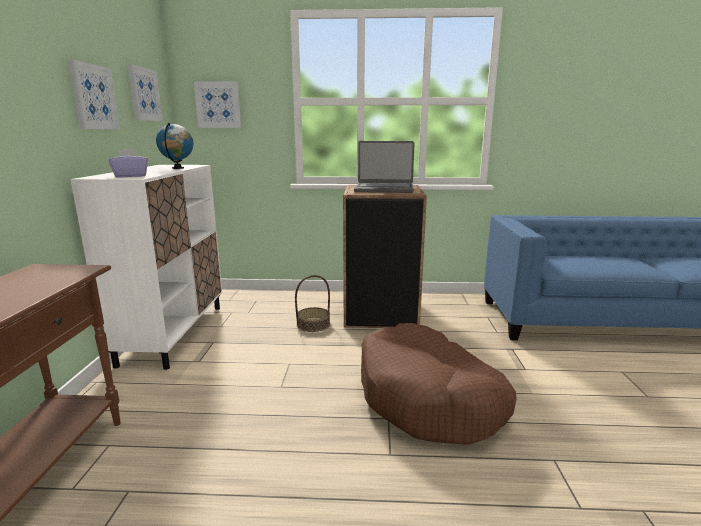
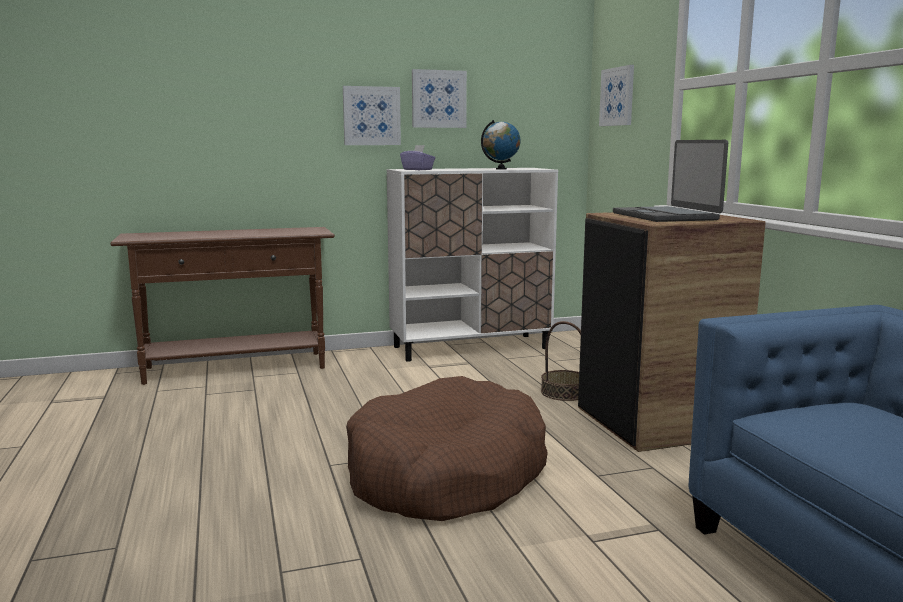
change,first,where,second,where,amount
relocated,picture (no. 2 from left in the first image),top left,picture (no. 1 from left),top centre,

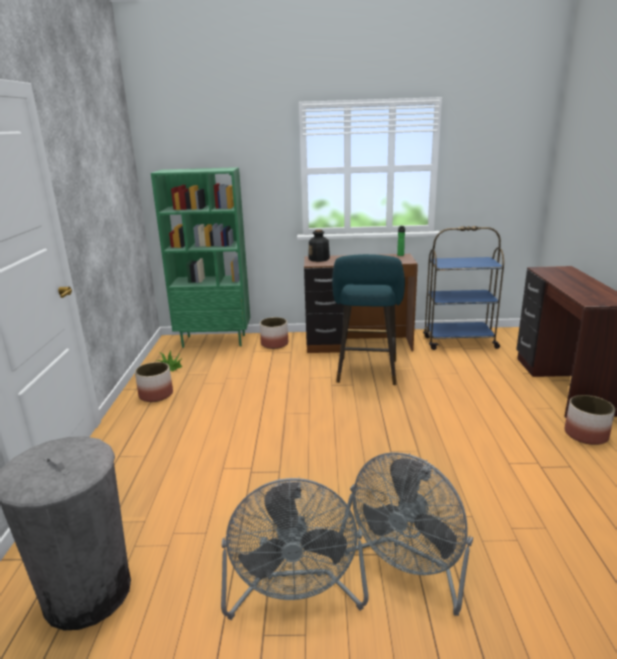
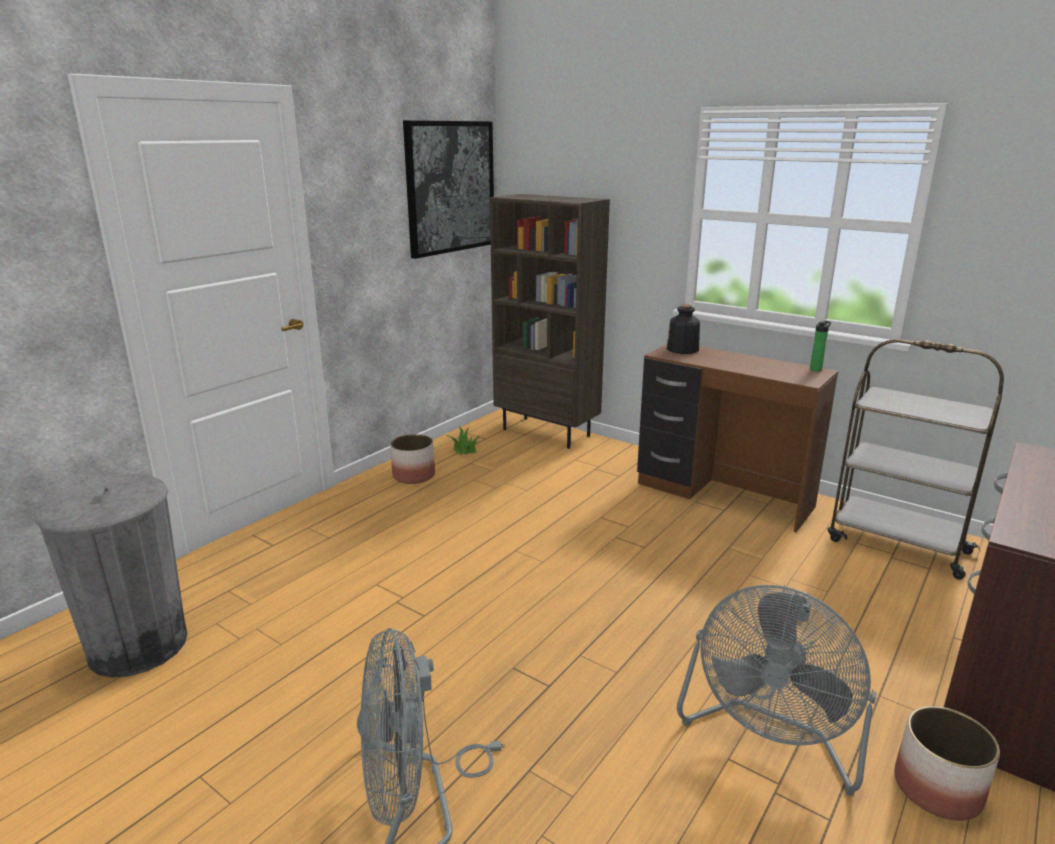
change,first,where,second,where,amount
colour,green_bookcase,middle left,brown_bookcase,centre,
colour,blue_cart,middle right,grey_cart,middle right,
missing,turquoise_stool,centre,,,
missing,planter (no. 2 from left),centre,,,
relocated,grey_fan (no. 1 from left in the first image),bottom centre,grey_fan (no. 2 from left),bottom right,
appeared,,,picture,top centre,

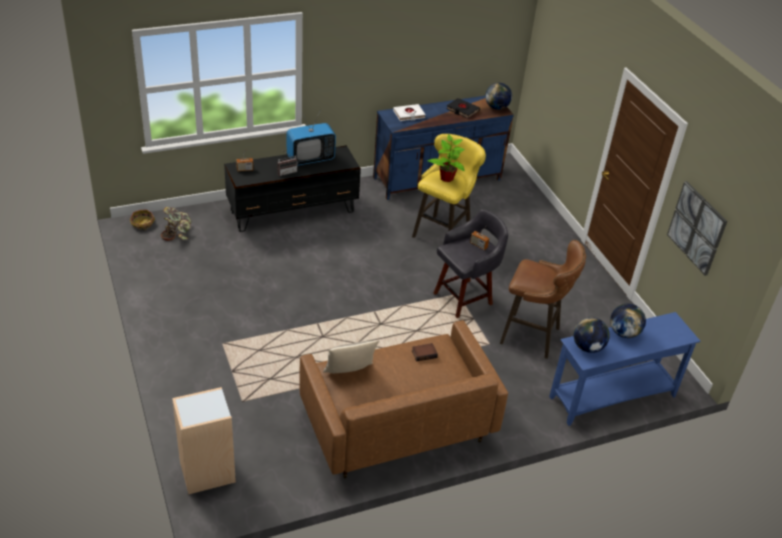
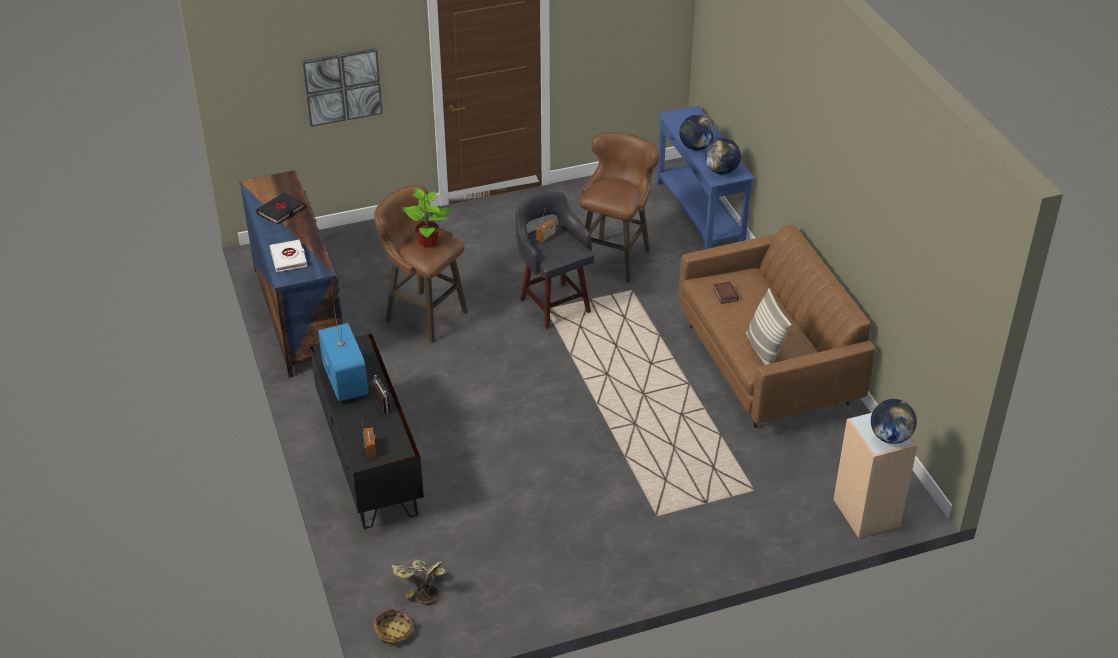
change,first,where,second,where,amount
relocated,globe (no. 1 from left in the first image),top centre,globe (no. 3 from left),middle right,
colour,yellow_stool,centre,brown_stool (no. 1 from left),centre,
relocated,picture,middle right,,top left,

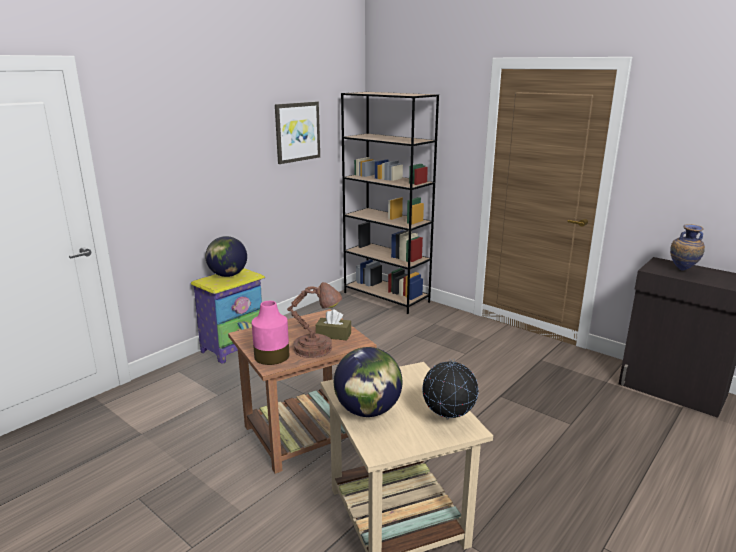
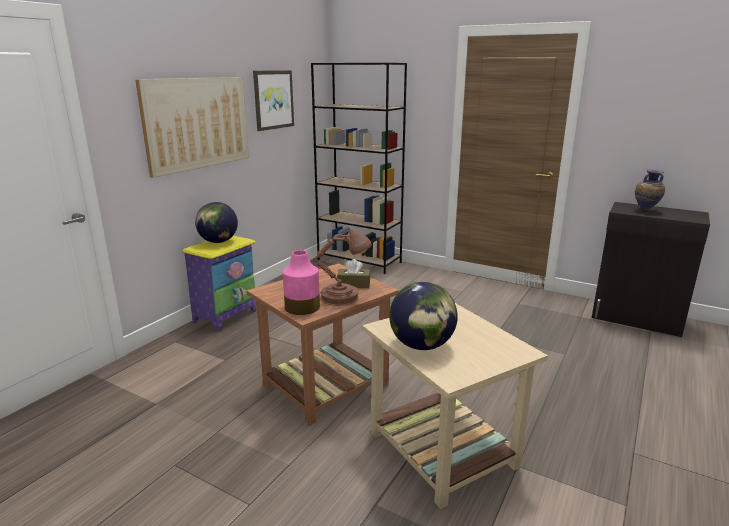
change,first,where,second,where,amount
missing,globe (no. 3 from left),bottom centre,,,
appeared,,,picture (no. 1 from left),top left,

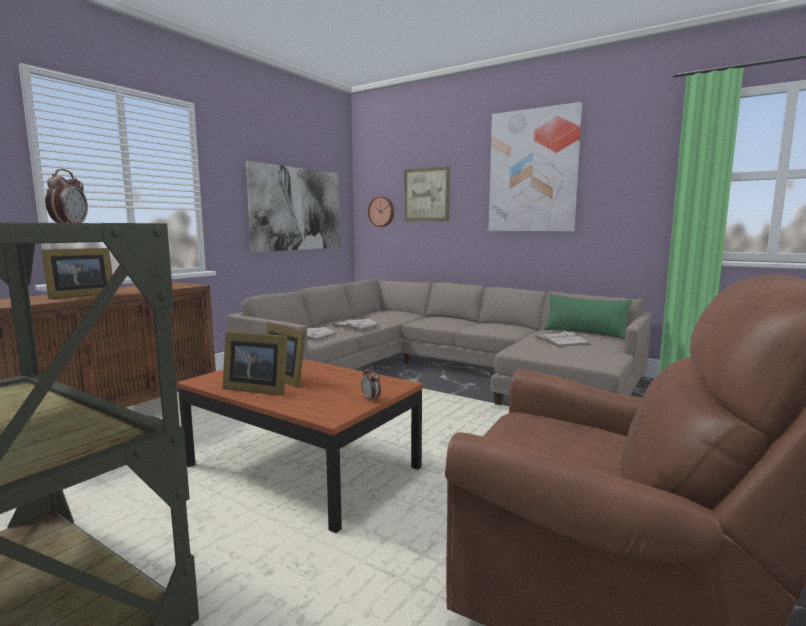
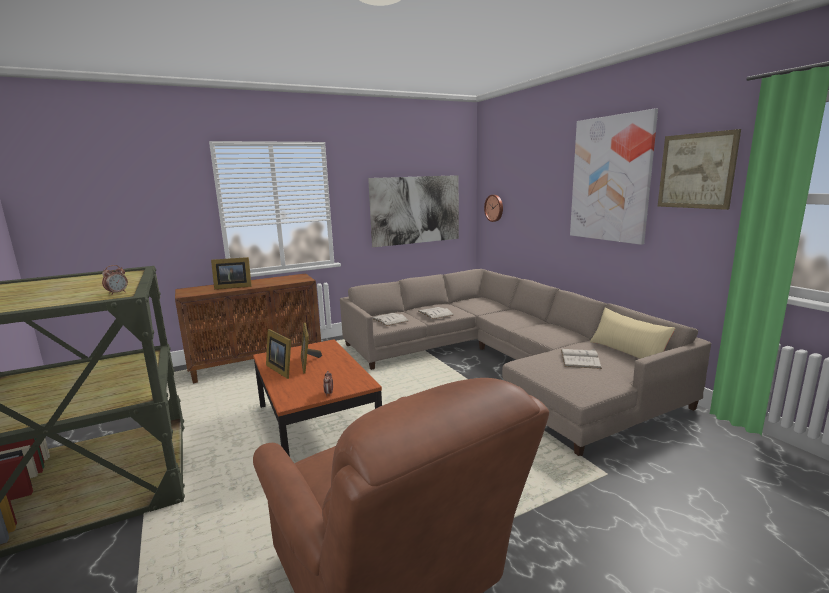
change,first,where,second,where,amount
relocated,picture (no. 2 from left in the first image),top centre,picture (no. 3 from left),top right,
colour,green_pillow,middle right,beige_pillow,middle right,

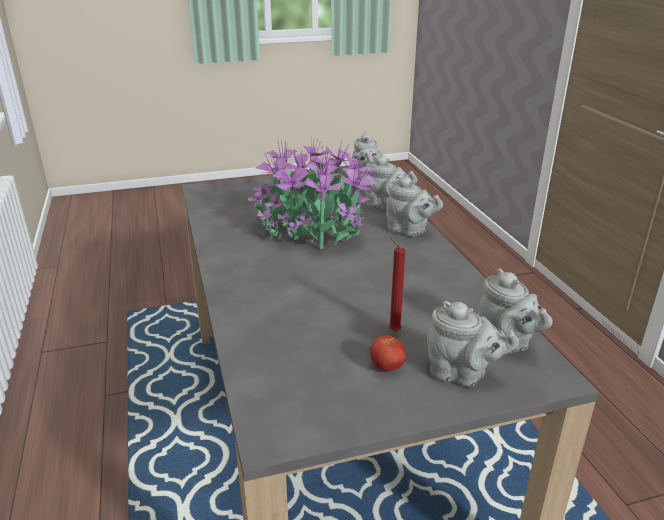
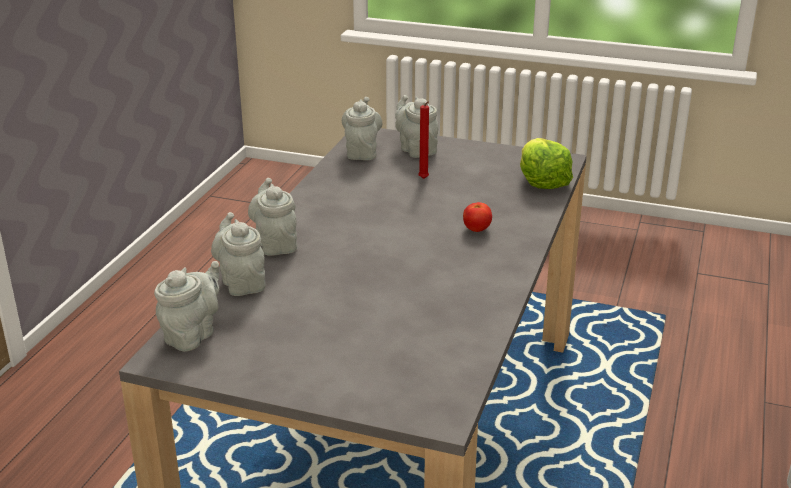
change,first,where,second,where,amount
missing,potted_plant,centre,,,
relocated,tomato,bottom centre,,centre,
appeared,,,lettuce,middle right,

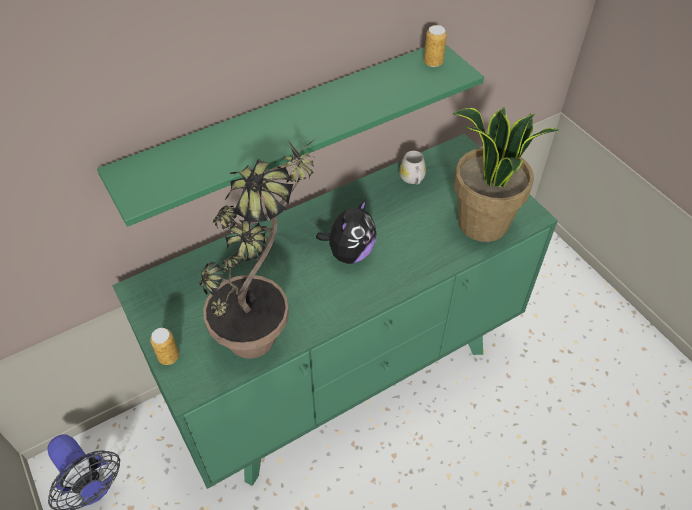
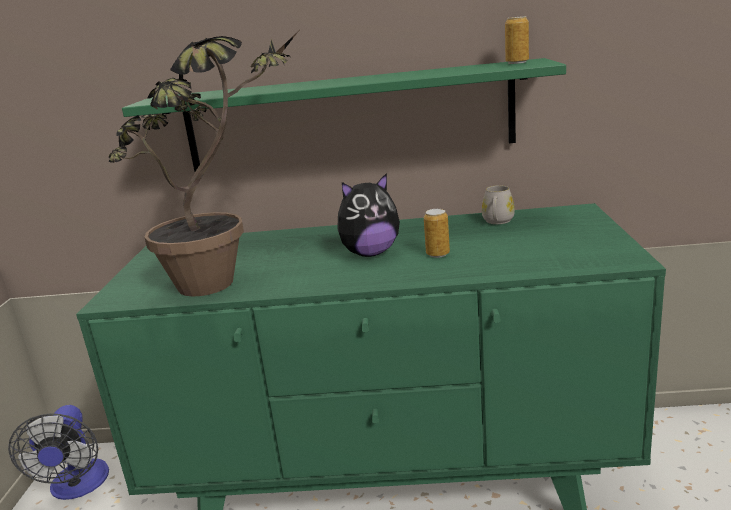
change,first,where,second,where,amount
missing,potted_plant (no. 2 from left),middle right,,,
relocated,can (no. 1 from left),bottom left,,centre,

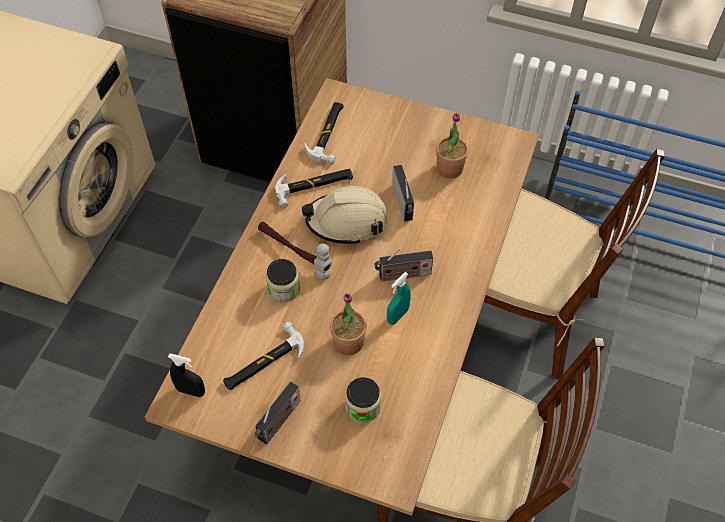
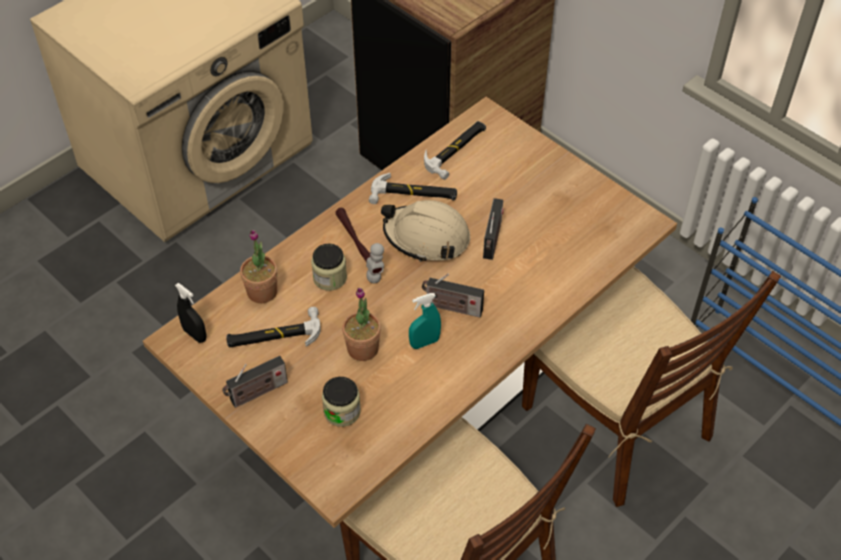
change,first,where,second,where,amount
relocated,potted_plant (no. 2 from left in the first image),top centre,potted_plant (no. 1 from left),middle left,

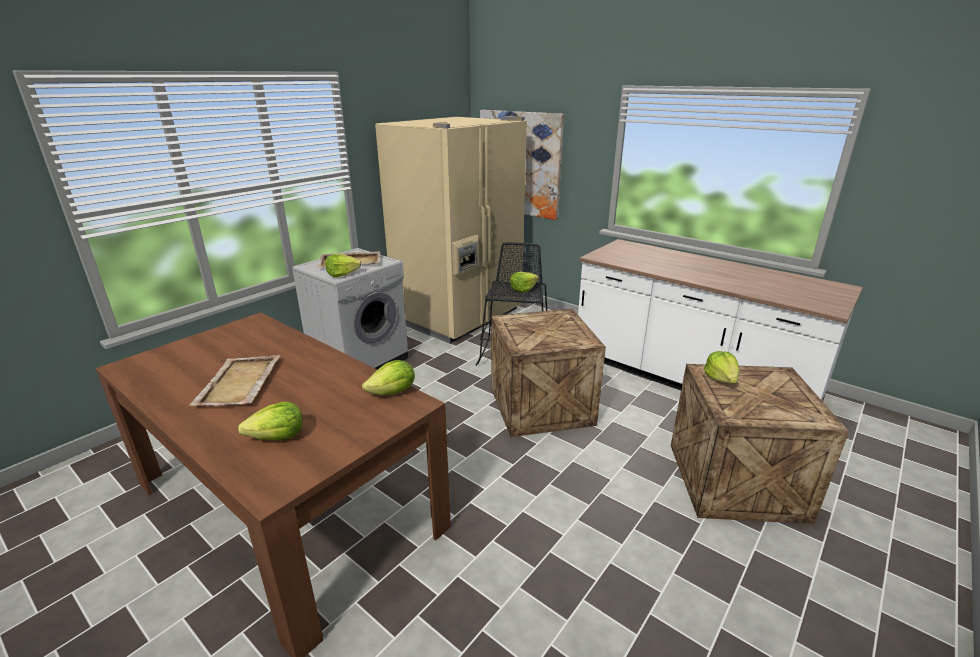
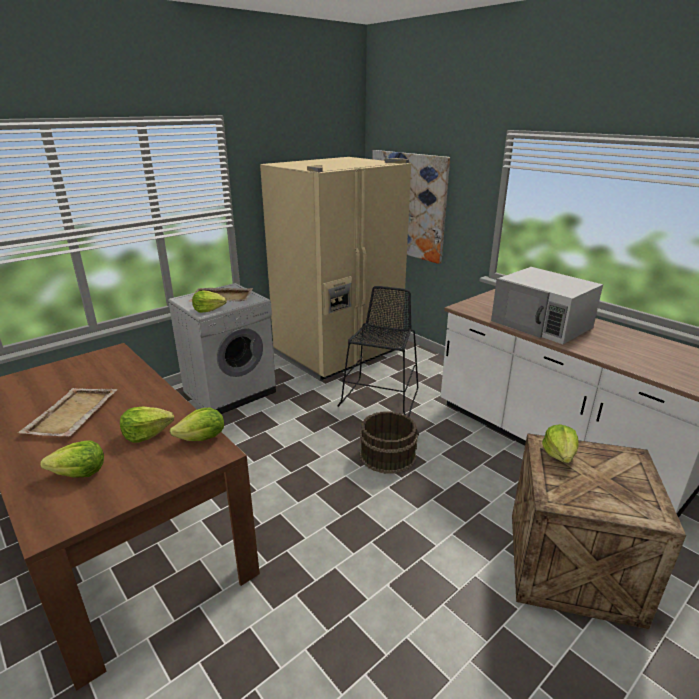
change,first,where,second,where,amount
relocated,lettuce (no. 4 from left in the first image),centre,lettuce (no. 2 from left),middle left,
exchanged,crate (no. 1 from left),centre,brown_bucket,centre,
appeared,,,white_microwave,middle right,

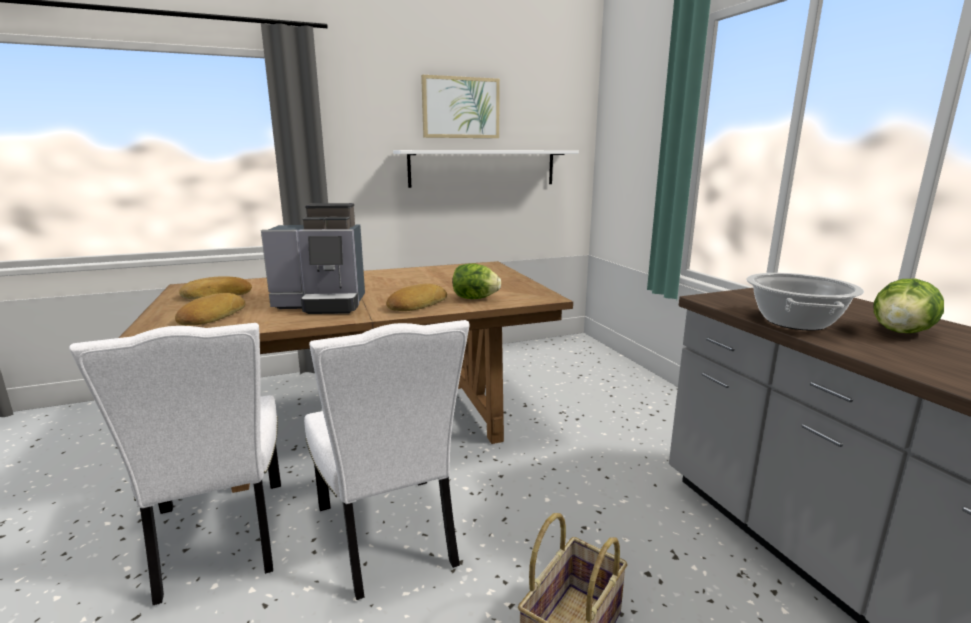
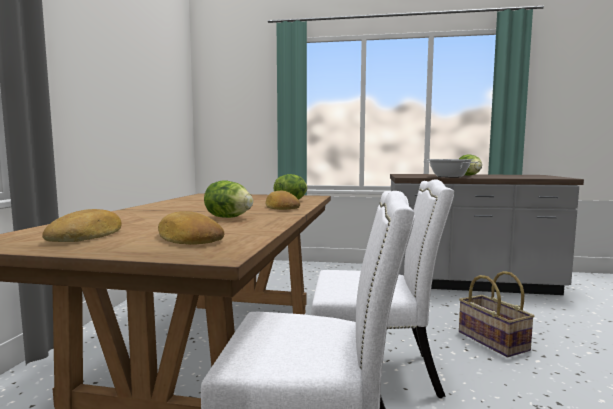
change,first,where,second,where,amount
missing,picture,top centre,,,
missing,white_shelf,top centre,,,
exchanged,coffee_machine,middle left,lettuce (no. 1 from left),centre,

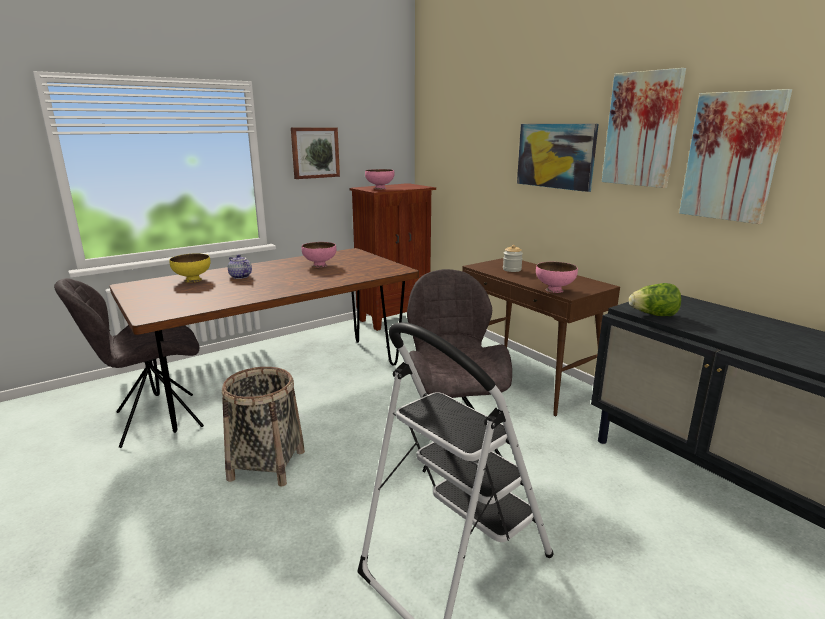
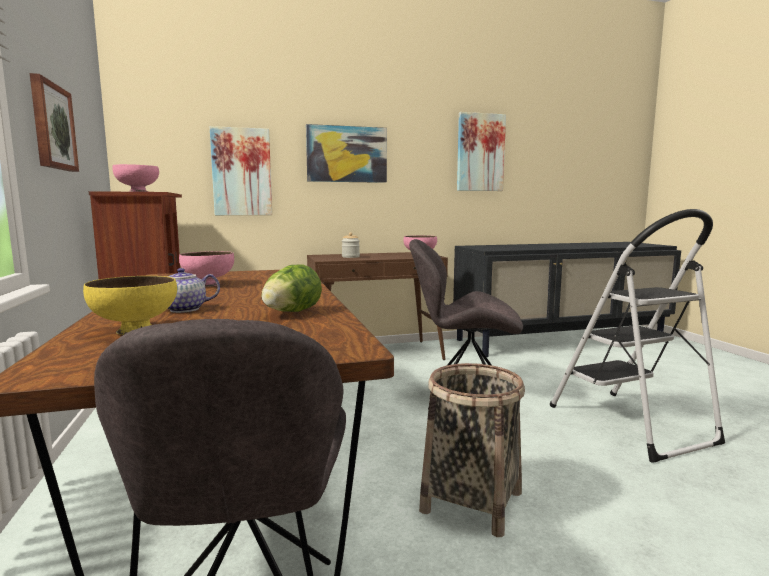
change,first,where,second,where,amount
relocated,picture (no. 3 from left in the first image),top right,picture (no. 2 from left),top left,
relocated,lettuce,middle right,,centre,

